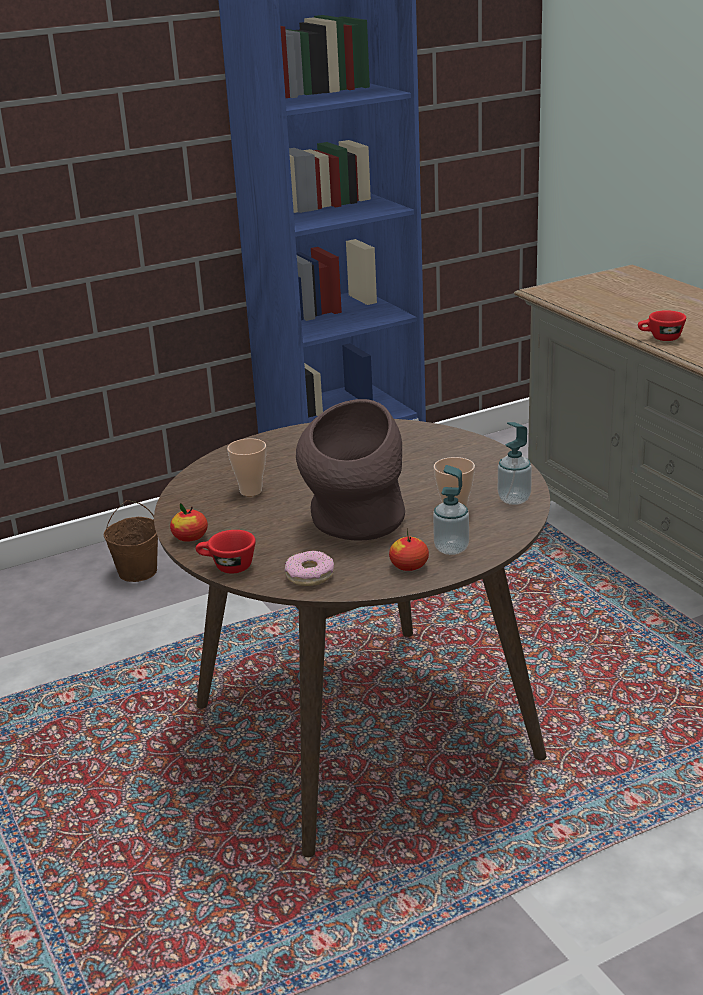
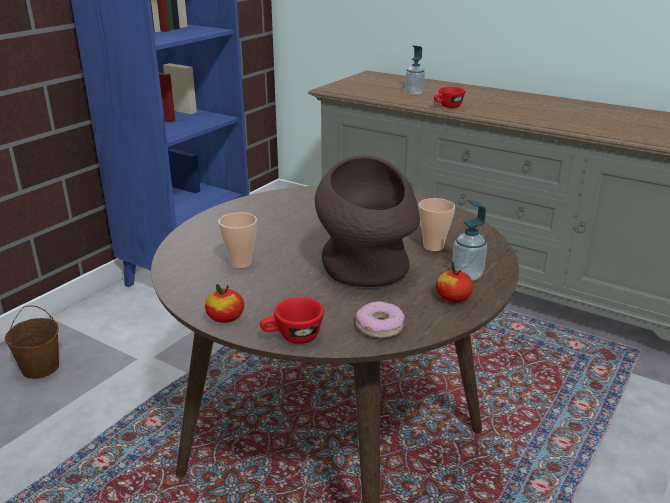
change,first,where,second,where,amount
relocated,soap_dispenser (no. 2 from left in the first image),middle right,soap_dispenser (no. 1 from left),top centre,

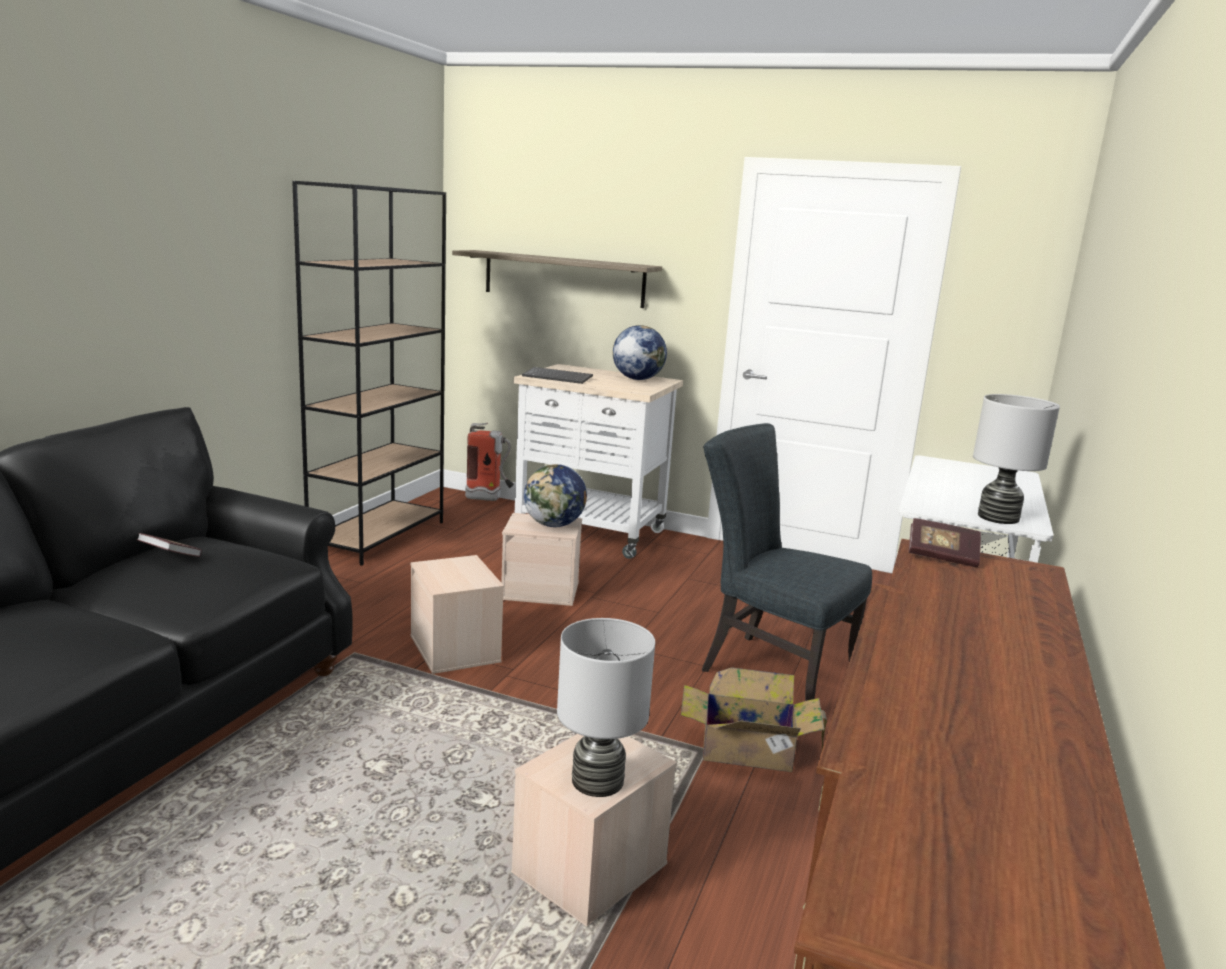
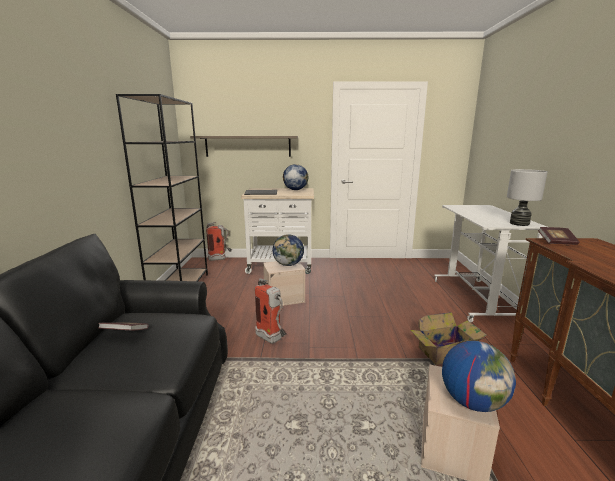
change,first,where,second,where,amount
missing,grey_chair,centre,,,
exchanged,beige_storage_box (no. 1 from left),centre,fire_extinguisher (no. 2 from left),centre,
exchanged,grey_table_lamp (no. 1 from left),bottom centre,globe (no. 3 from left),bottom right,

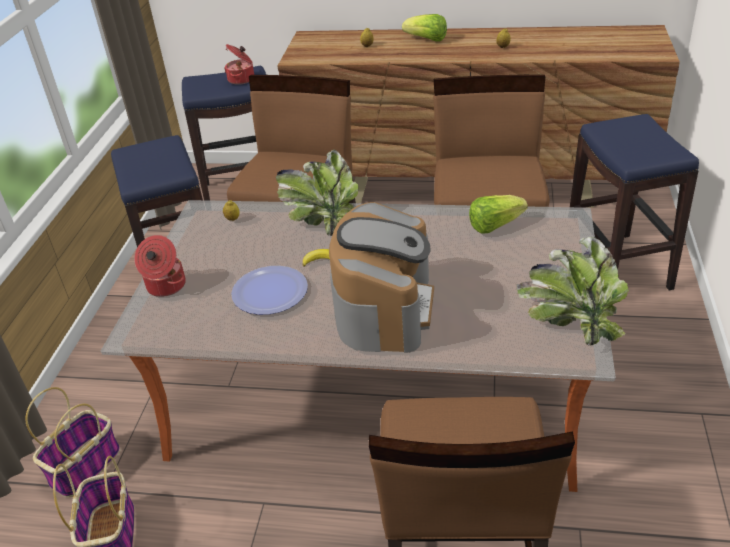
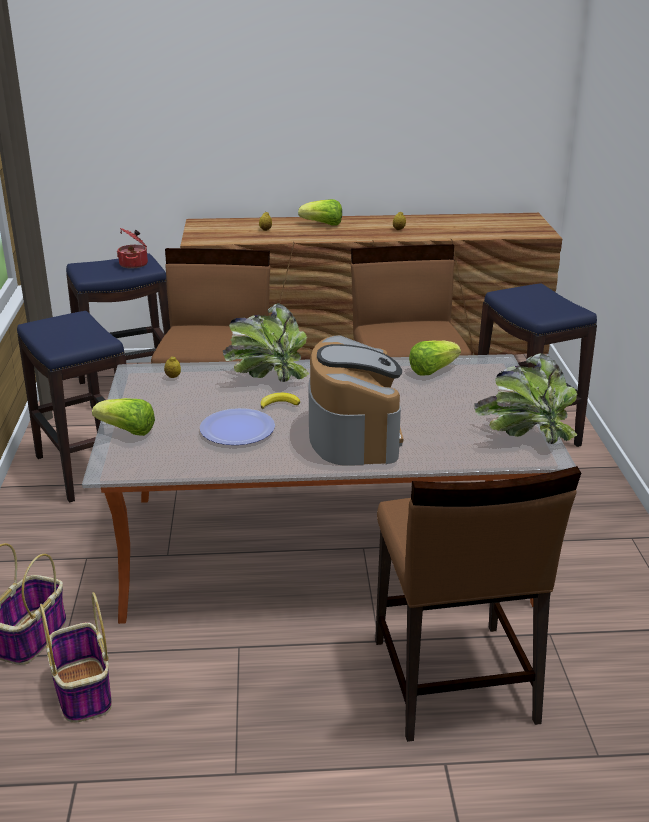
change,first,where,second,where,amount
exchanged,cooking_pot (no. 1 from left),middle left,lettuce (no. 1 from left),middle left,

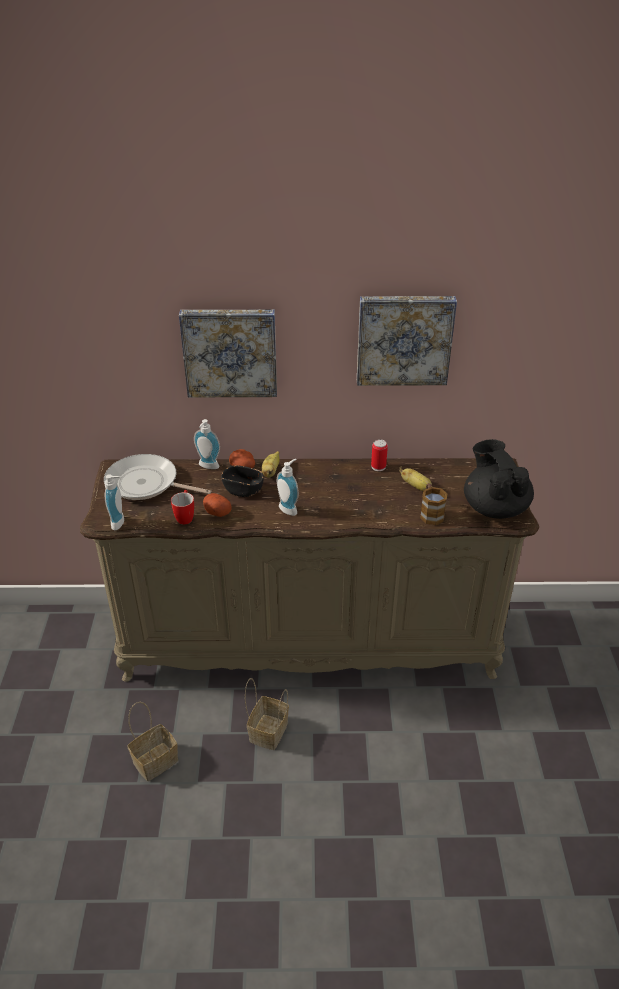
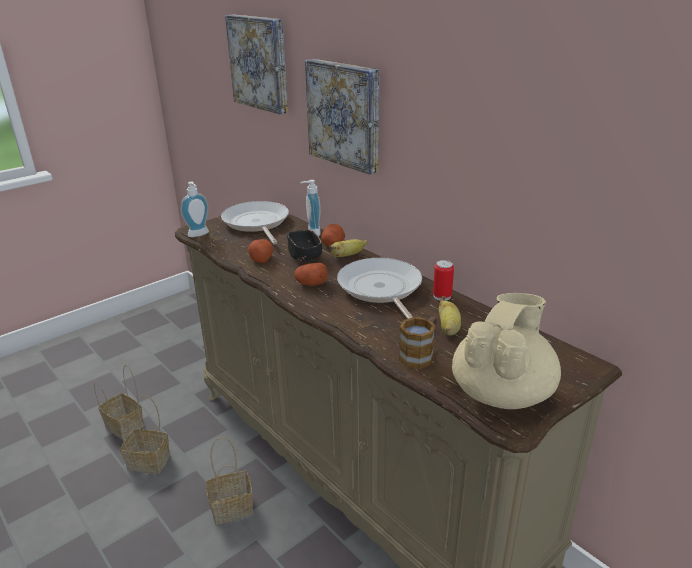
change,first,where,second,where,amount
relocated,picture (no. 2 from left in the first image),centre,picture (no. 1 from left),top centre,
colour,black_teapot,middle right,beige_teapot,middle right,
exchanged,soap_dispenser (no. 3 from left),centre,potato (no. 2 from left),centre,
missing,mug (no. 1 from left),middle left,,,
appeared,,,frying_pan (no. 2 from left),centre,
appeared,,,basket (no. 1 from left),bottom left,

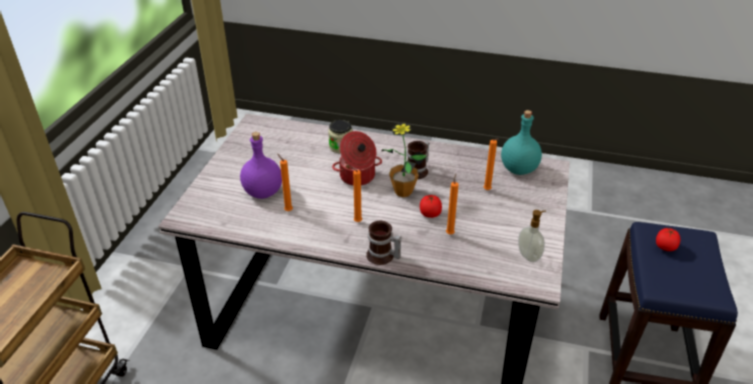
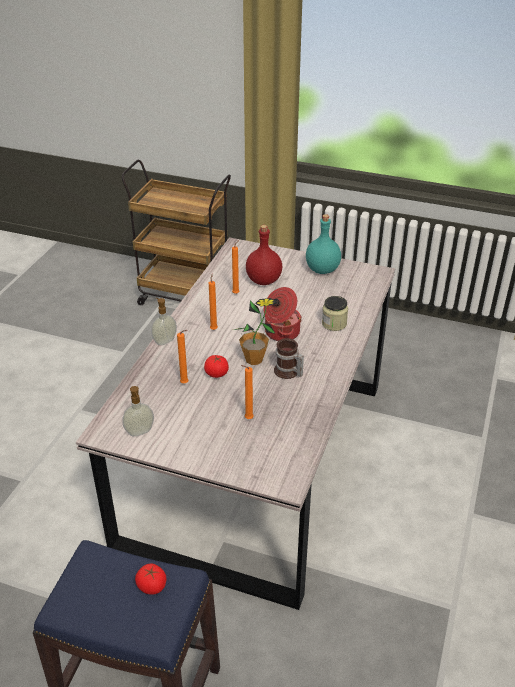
change,first,where,second,where,amount
relocated,turquoise_bottle,middle right,,centre,
colour,purple_bottle,centre,red_bottle,centre,
exchanged,mug (no. 1 from left),centre,soap_dispenser (no. 2 from left),middle left,

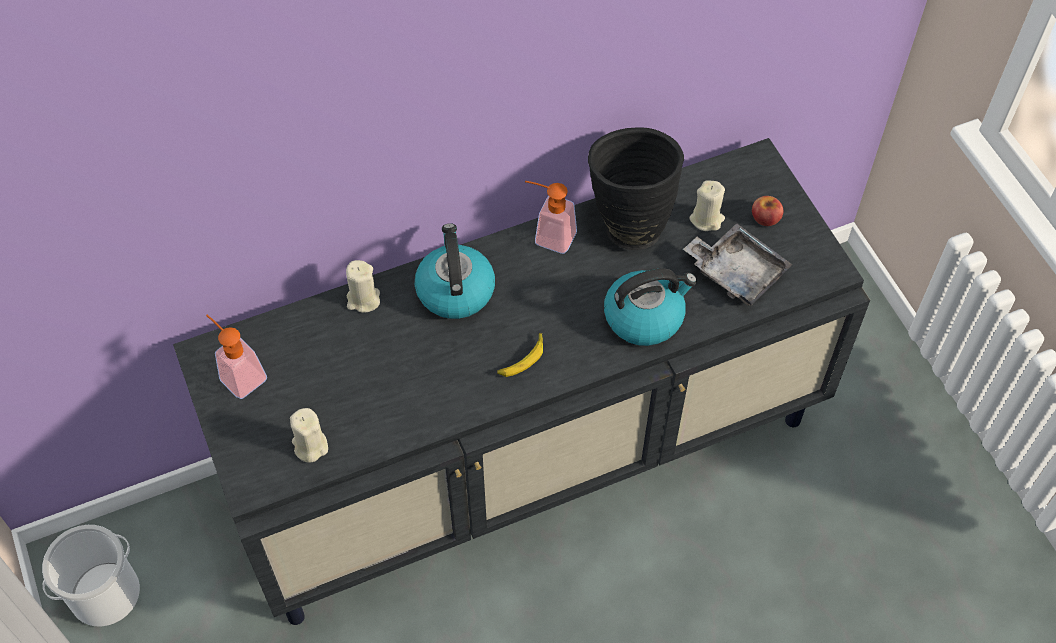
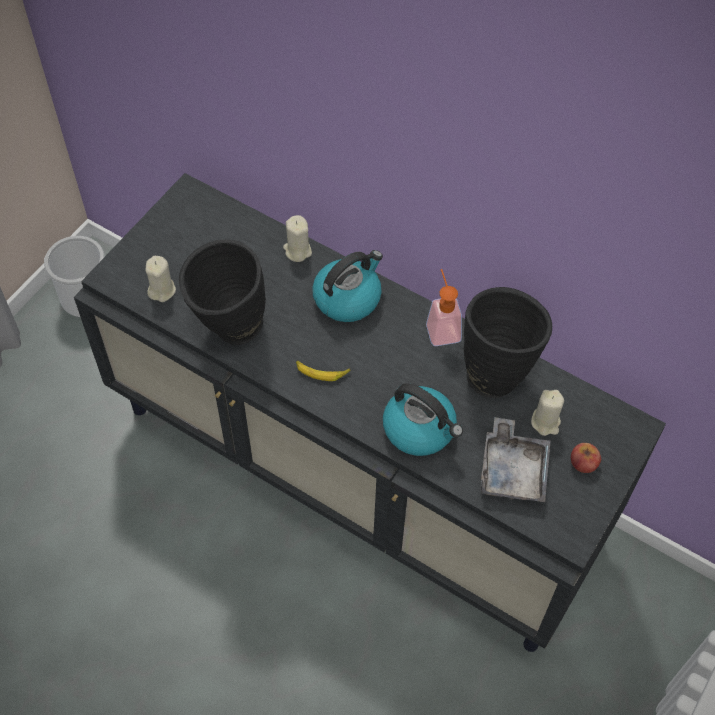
change,first,where,second,where,amount
missing,soap_dispenser (no. 1 from left),middle left,,,
appeared,,,black_vase (no. 1 from left),middle left,

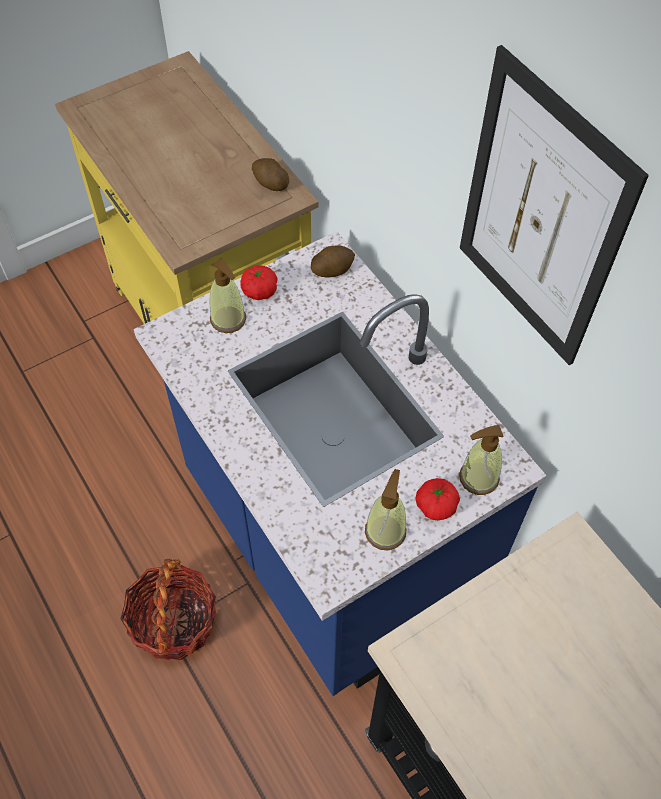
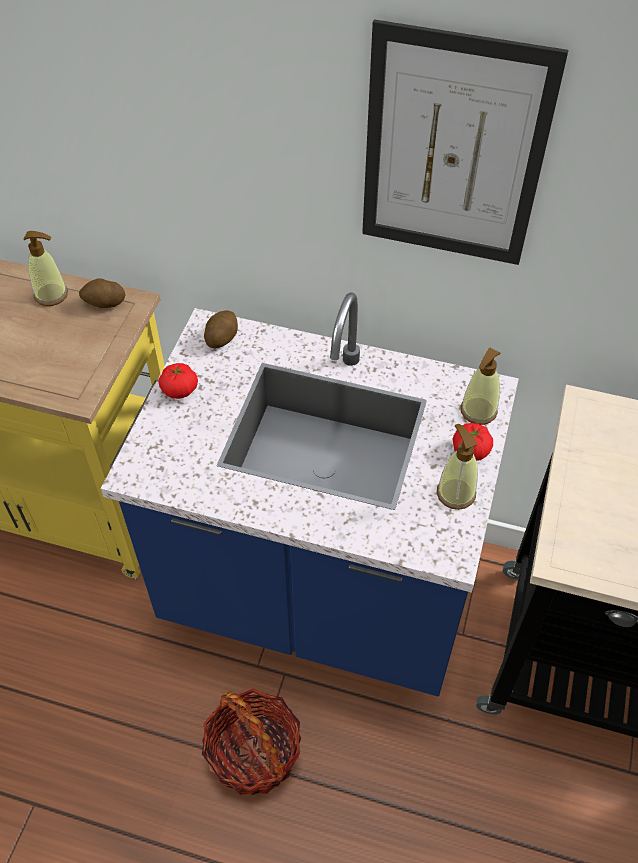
change,first,where,second,where,amount
relocated,soap_dispenser (no. 1 from left),centre,,top left,

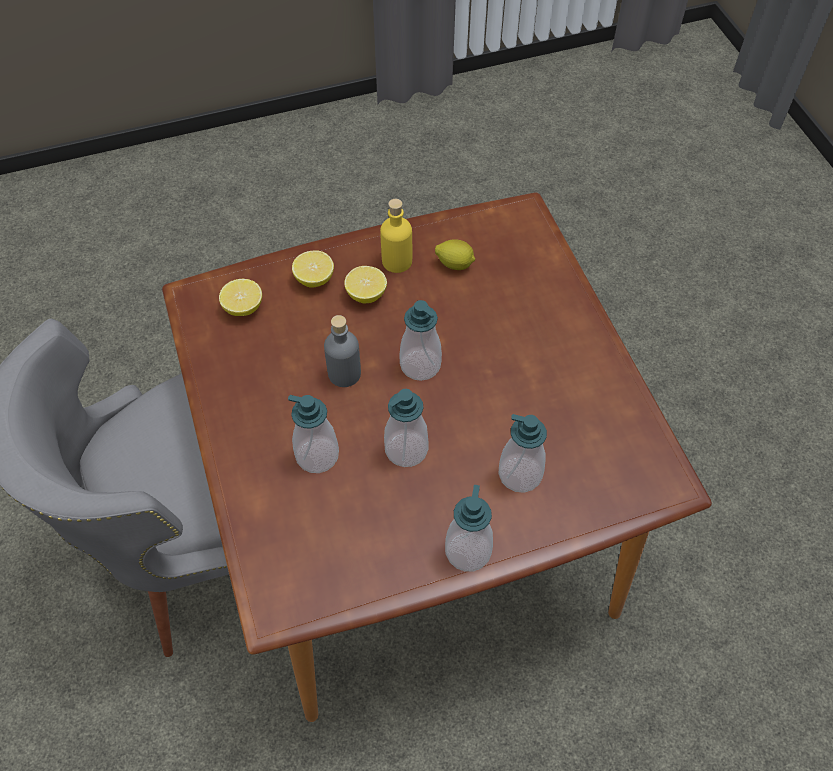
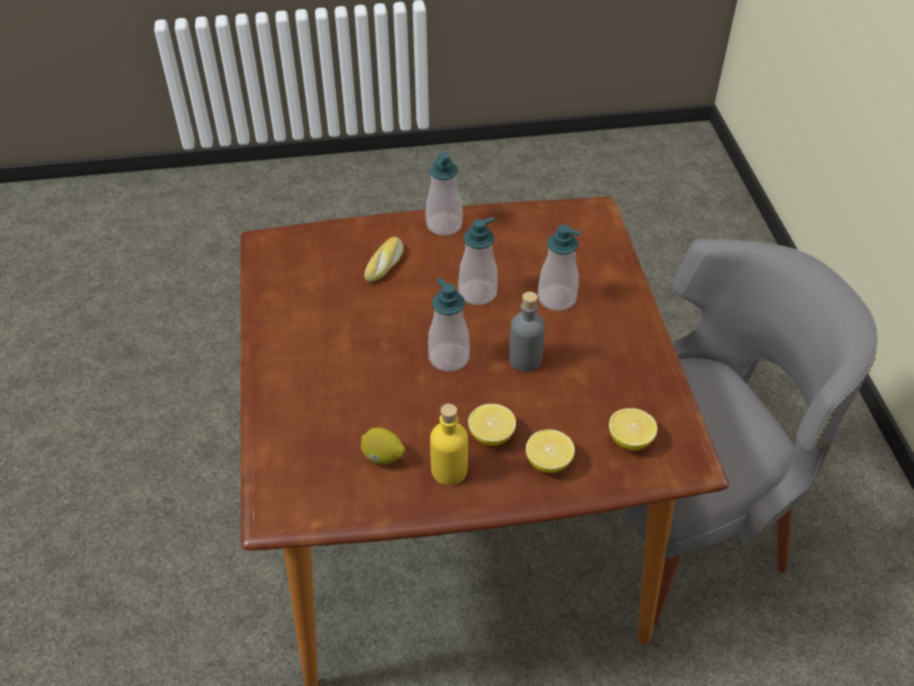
change,first,where,second,where,amount
exchanged,soap_dispenser (no. 5 from left),centre,bread,centre,

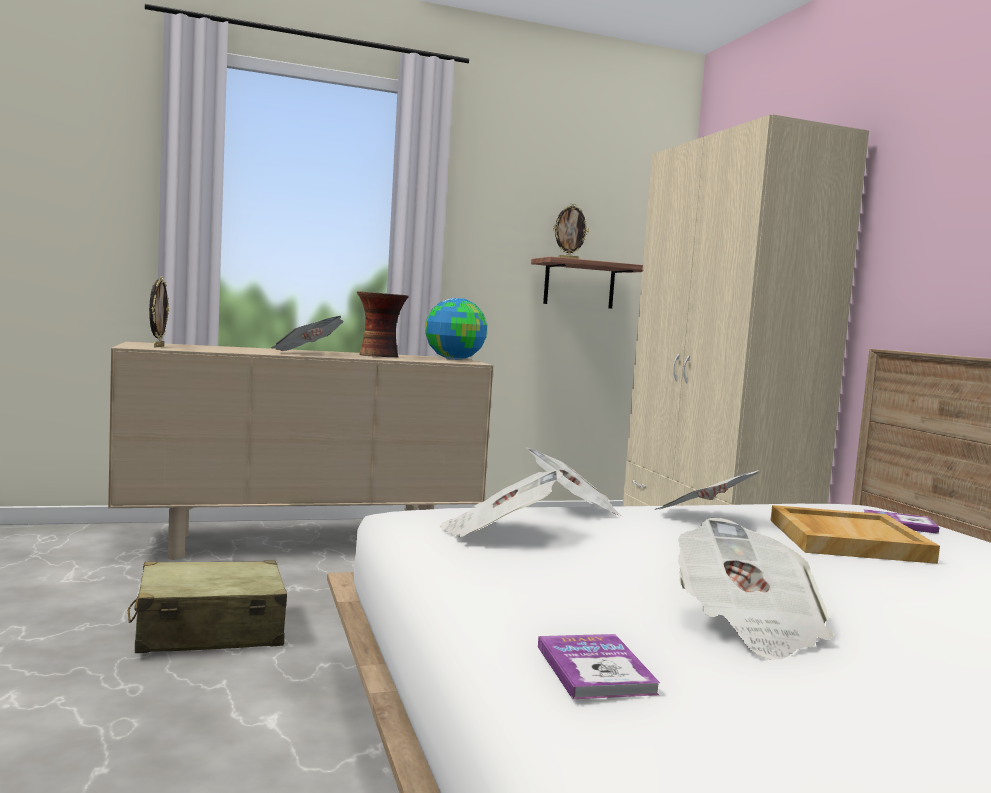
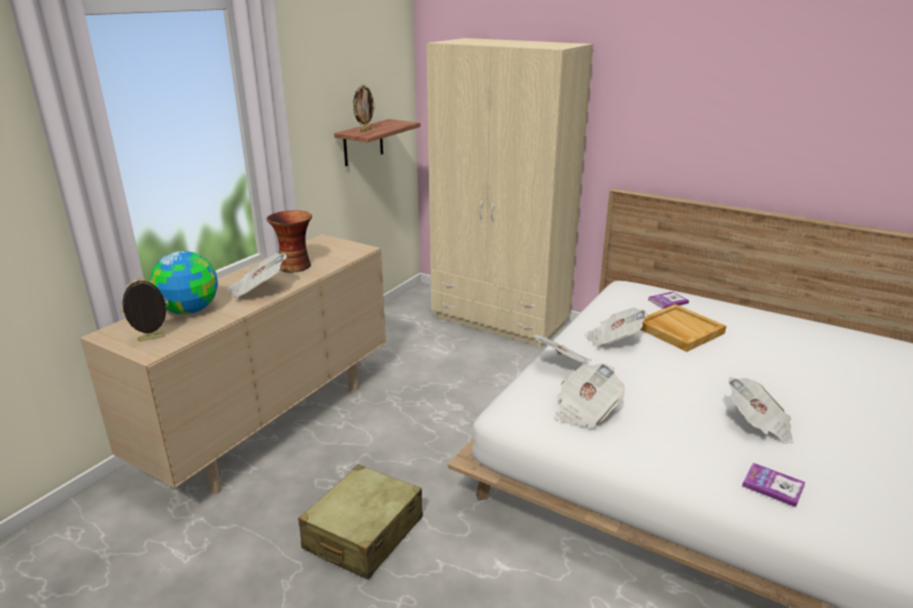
change,first,where,second,where,amount
spun,picture_frame (no. 1 from left),middle left,,middle left,75 degrees counterclockwise
relocated,globe,centre,,middle left,

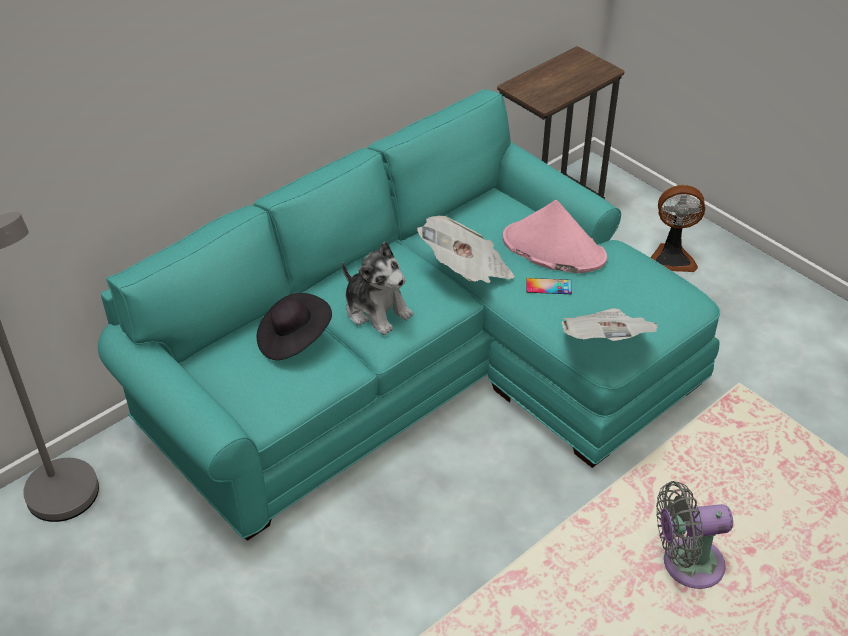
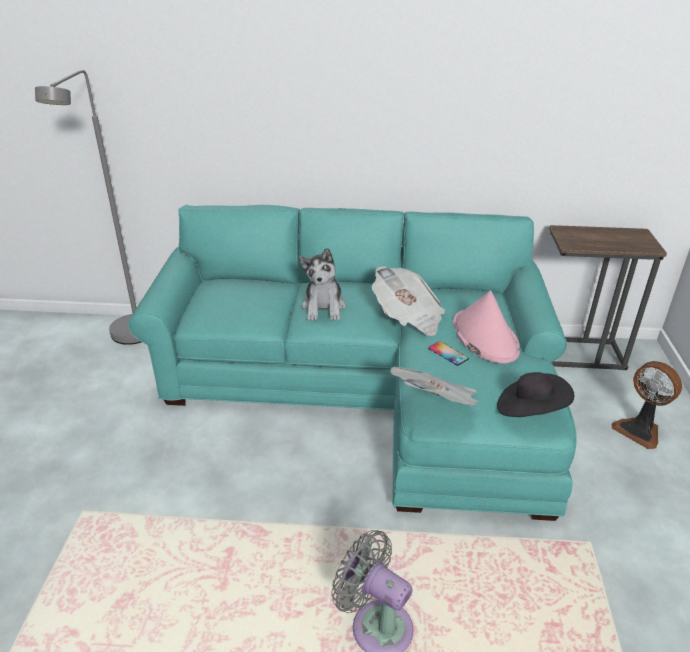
change,first,where,second,where,amount
relocated,black_hat,centre,,middle right,

